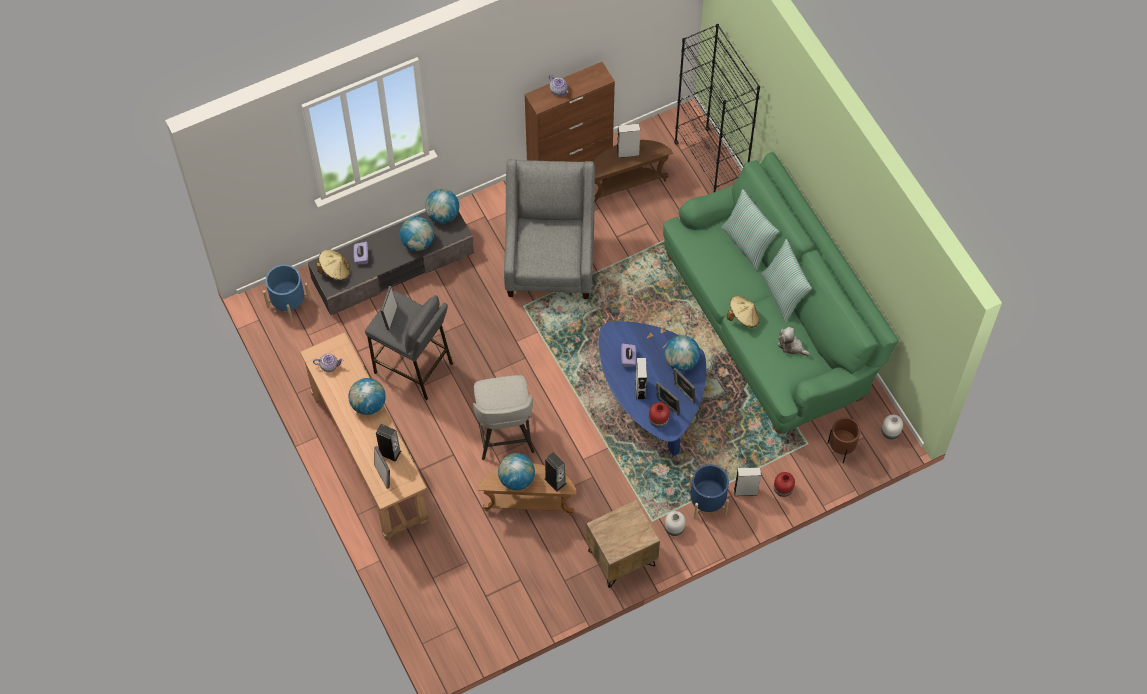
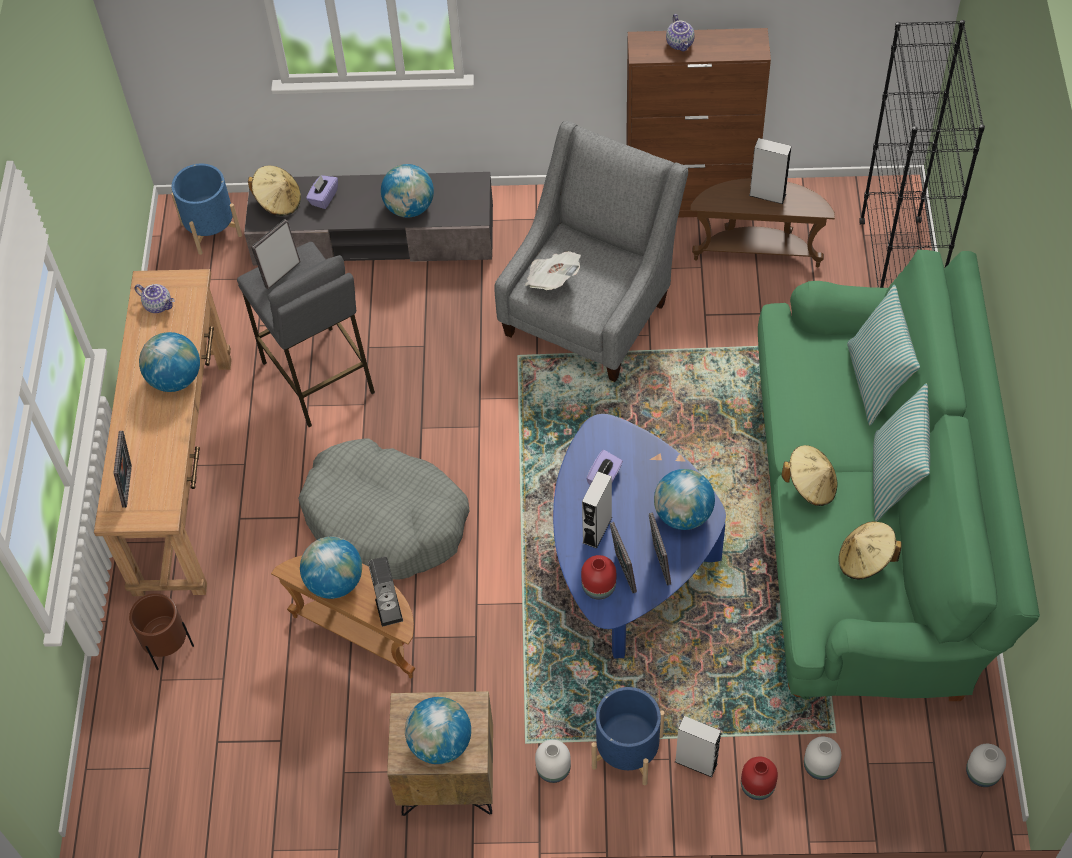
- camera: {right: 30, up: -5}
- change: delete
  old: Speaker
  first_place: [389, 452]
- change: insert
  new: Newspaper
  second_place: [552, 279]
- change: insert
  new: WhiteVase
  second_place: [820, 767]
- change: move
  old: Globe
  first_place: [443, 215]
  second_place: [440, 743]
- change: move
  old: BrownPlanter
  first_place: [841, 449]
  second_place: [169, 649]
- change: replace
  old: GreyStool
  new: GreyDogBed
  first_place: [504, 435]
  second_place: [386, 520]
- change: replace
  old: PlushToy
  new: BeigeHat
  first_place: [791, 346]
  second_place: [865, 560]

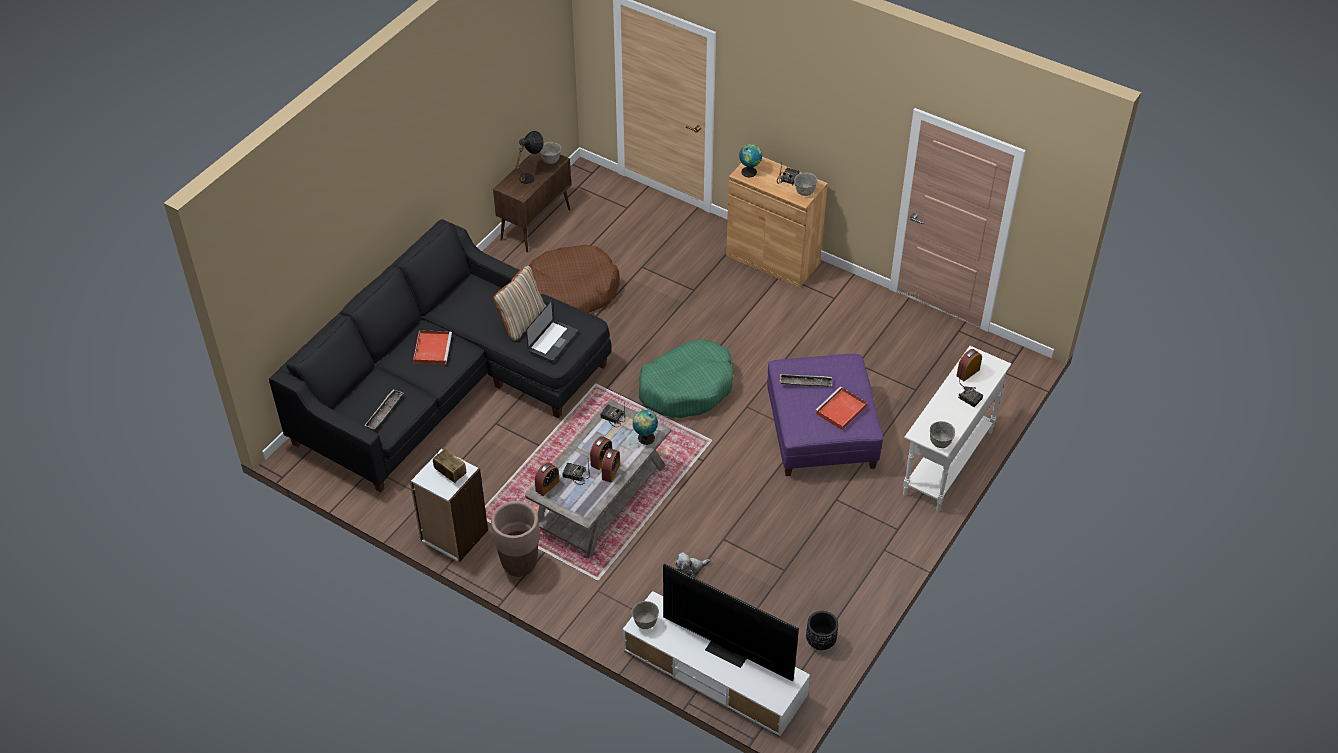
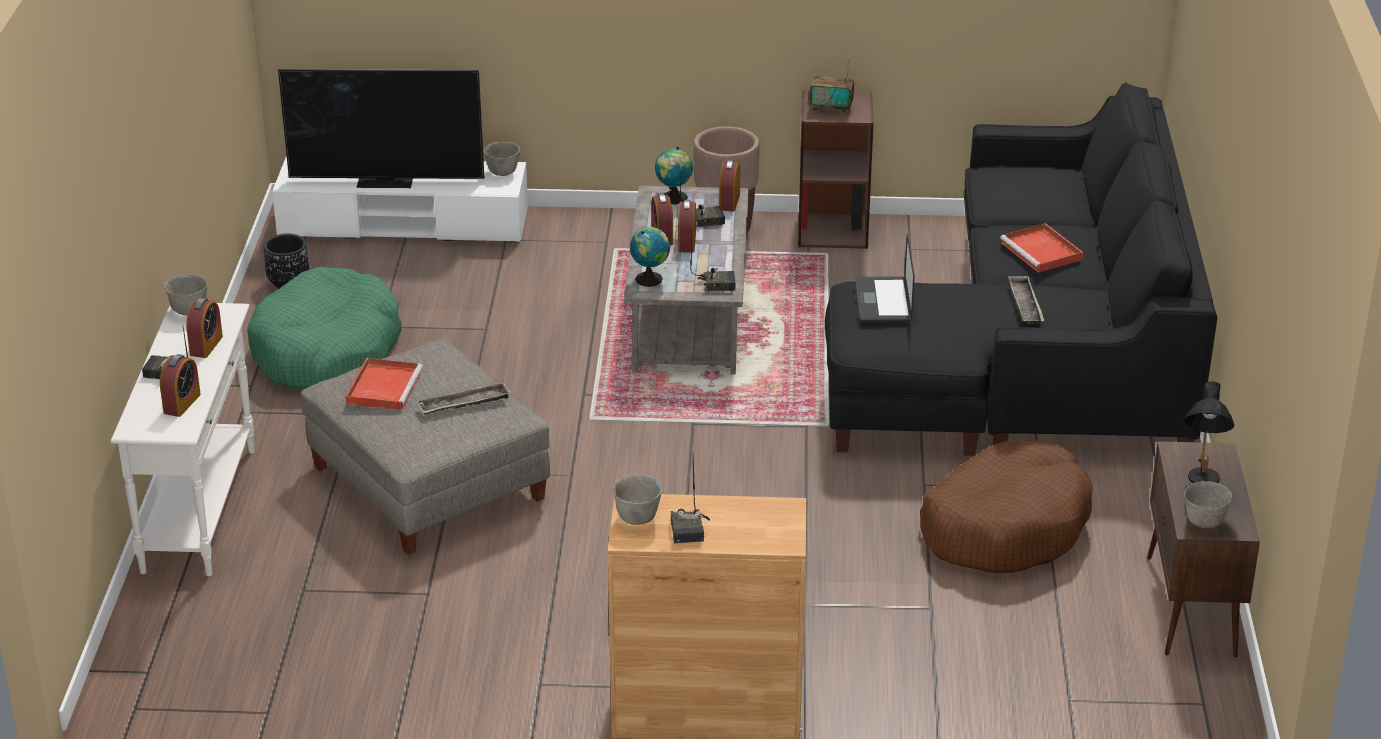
- camera: {right: 150, up: -15}
- change: delete
  old: BeigePillow
  first_place: [522, 321]
- change: delete
  old: PlushToy
  first_place: [690, 569]
- change: insert
  new: AlarmClock
  second_place: [206, 346]
- change: move
  old: Tray
  first_place: [384, 412]
  second_place: [1025, 304]
- change: move
  old: GreenDogBed
  first_place: [687, 387]
  second_place: [326, 351]
- change: move
  old: Globe
  first_place: [750, 171]
  second_place: [674, 199]
- change: recolor
  old: WhiteBookcase
  new: BrownBookcase
  first_place: [453, 536]
  second_place: [833, 230]
- change: recolor
  old: PurpleOttoman
  new: GreyOttoman
  first_place: [821, 433]
  second_place: [427, 481]

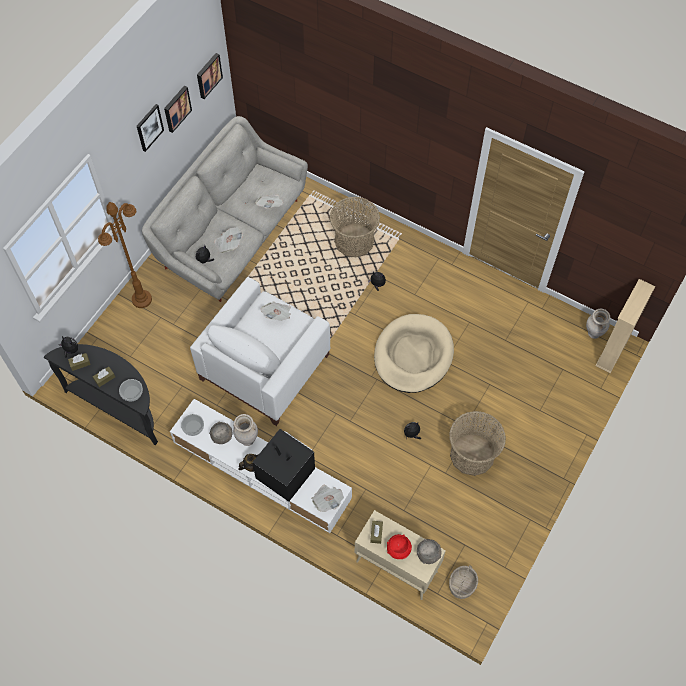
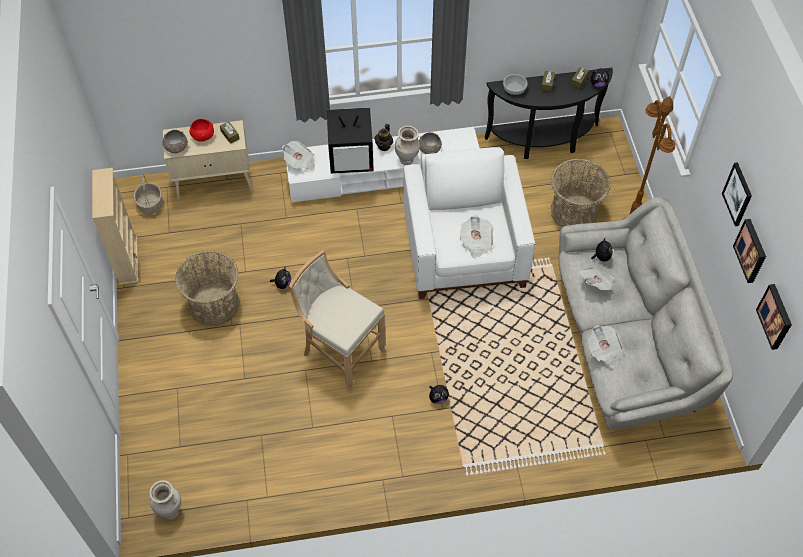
- camera: {right: 140, up: -5}
- change: delete
  old: Bowl
  first_place: [193, 427]
- change: move
  old: Basket
  first_place: [354, 240]
  second_place: [574, 212]
- change: move
  old: BeigeBookcase
  first_place: [613, 351]
  second_place: [128, 260]
- change: replace
  old: BeigeDogBed
  new: BeigeStool
  first_place: [413, 355]
  second_place: [340, 353]

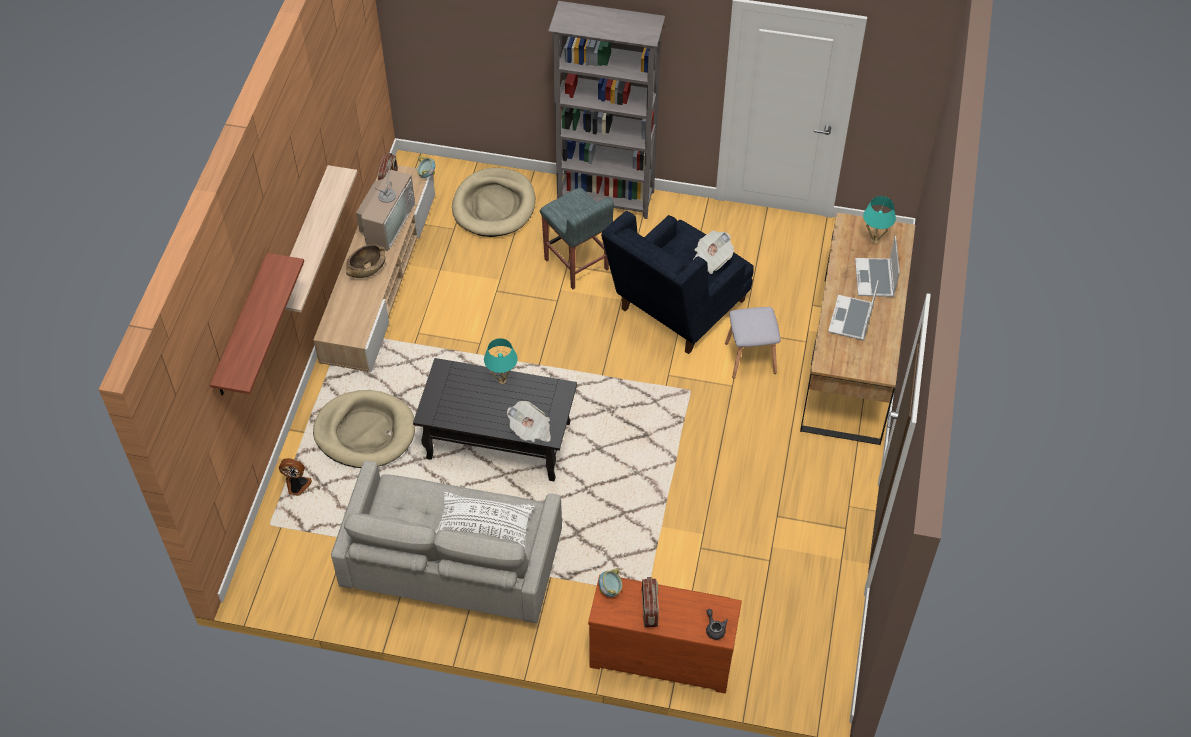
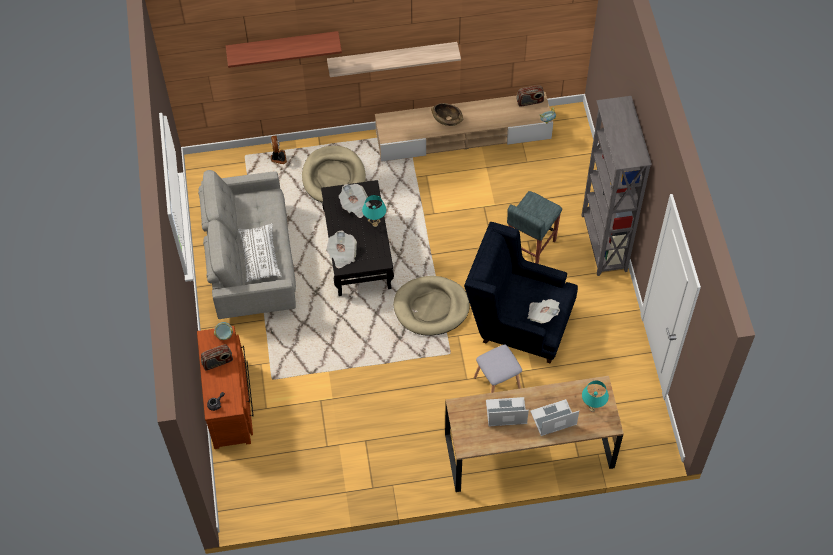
- camera: {right: 70, up: 5}
- change: delete
  old: Television
  first_place: [386, 222]
- change: insert
  new: Newspaper
  second_place: [355, 205]
- change: move
  old: BeigeDogBed
  first_place: [494, 206]
  second_place: [431, 307]

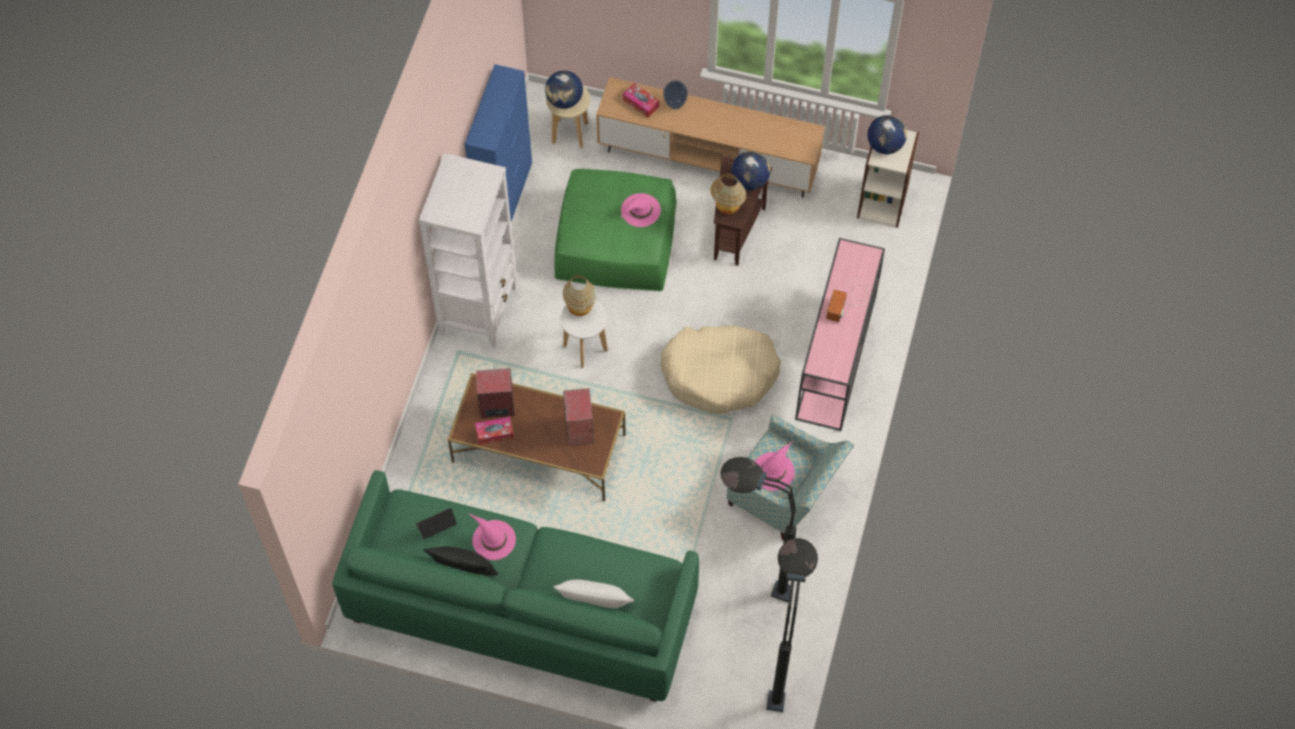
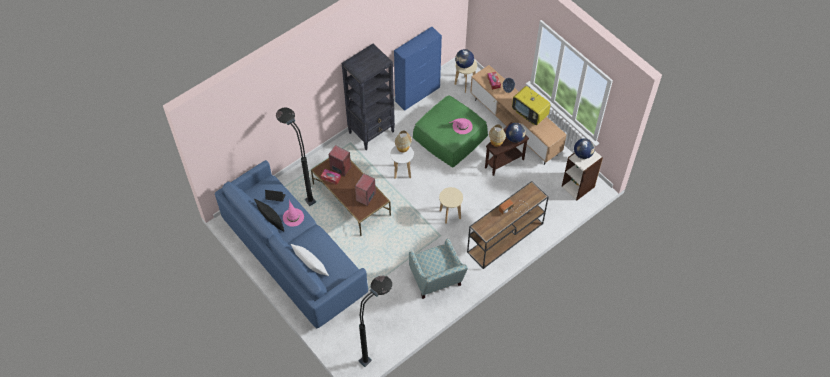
- camera: {right: 35, up: -5}
- change: delete
  old: PinkHat
  first_place: [773, 470]
- change: insert
  new: Television
  second_place: [530, 114]
- change: move
  old: BlackFloorLamp
  first_place: [746, 579]
  second_place: [301, 188]
- change: replace
  old: BeigeDogBed
  new: BeigeStool
  first_place: [720, 374]
  second_place: [450, 214]
- change: recolor
  old: GreenSofa
  new: BlueSofa
  first_place: [521, 607]
  second_place: [293, 257]
- change: recolor
  old: WhiteBookcase
  new: BlackBookcase
  first_place: [479, 310]
  second_place: [372, 132]
- change: recolor
  old: PinkConsoleTable
  new: BrownConsoleTable
  first_place: [836, 359]
  second_place: [504, 238]

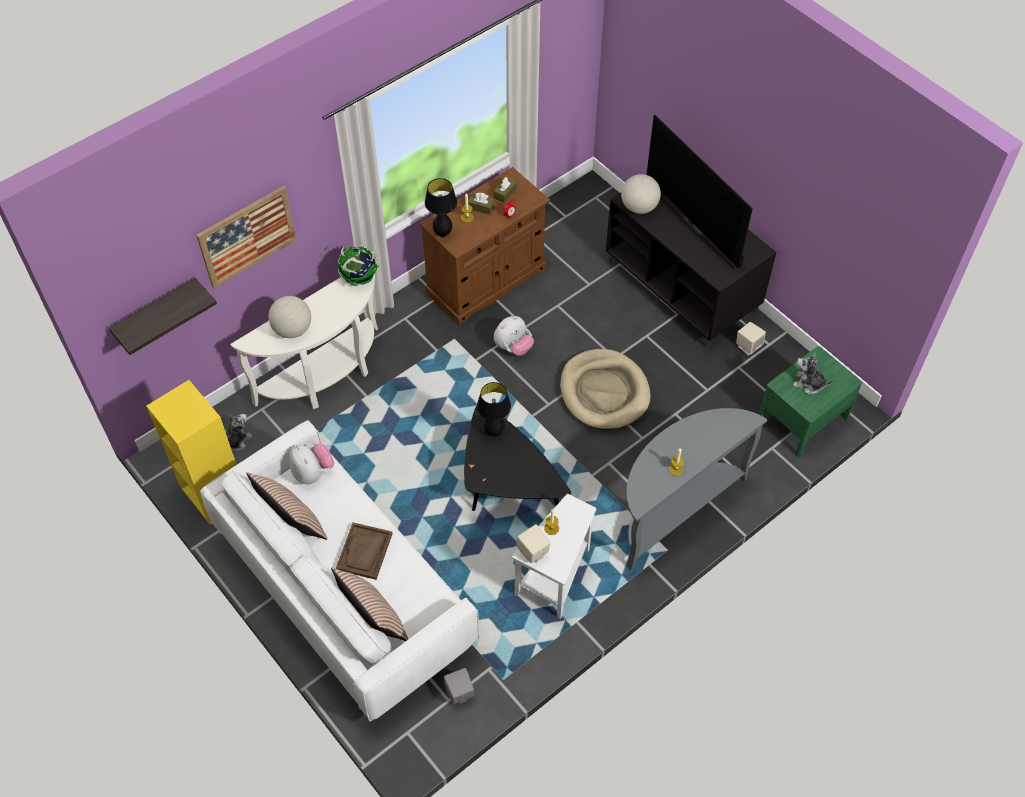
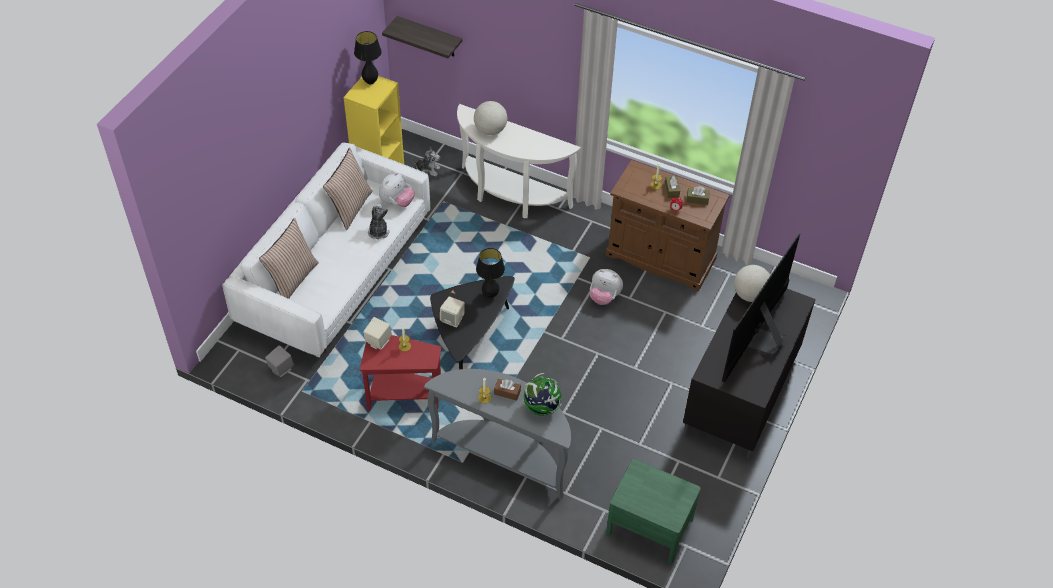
- camera: {right: 65, up: -5}
- change: delete
  old: Picture
  first_place: [247, 236]
- change: delete
  old: BrownTray
  first_place: [364, 552]
- change: delete
  old: BeigeDogBed
  first_place: [604, 392]
- change: insert
  new: BrownTissueBox
  second_place: [507, 392]
- change: move
  old: Globe
  first_place: [359, 278]
  second_place: [542, 407]
- change: move
  old: BlackTableLamp
  first_place: [443, 233]
  second_place: [370, 82]
- change: move
  old: BeigeSpeaker
  first_place: [748, 346]
  second_place: [452, 319]
- change: move
  old: PlushToy
  first_place: [808, 383]
  second_place: [378, 232]
- change: recolor
  old: WhiteSideTable
  new: RedSideTable
  first_place: [555, 578]
  second_place: [401, 395]

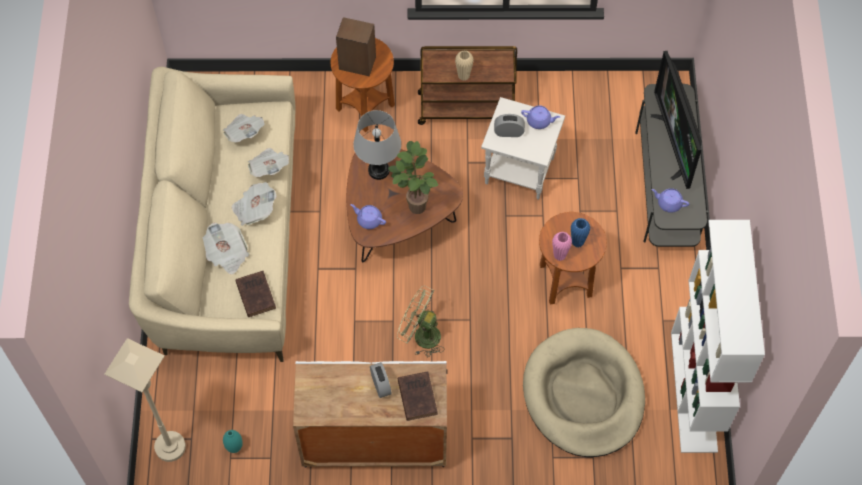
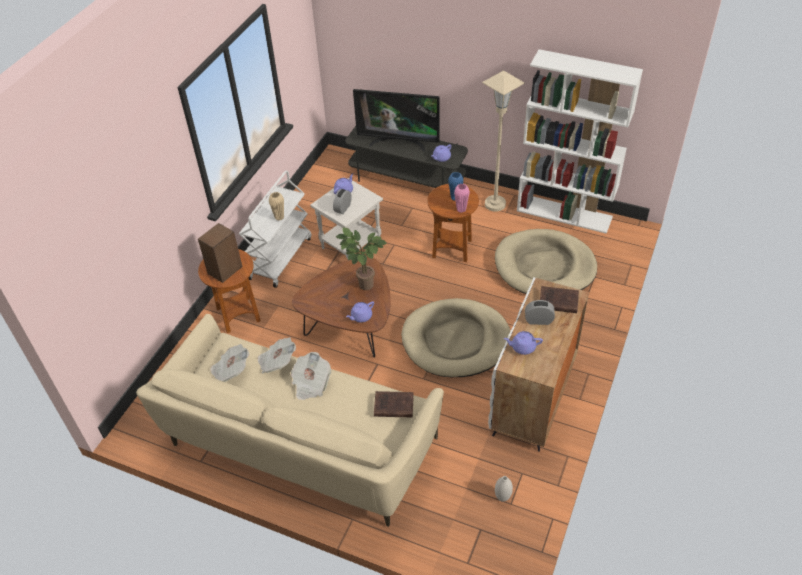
- camera: {right: -65, up: -15}
- change: delete
  old: Newspaper
  first_place: [226, 254]
- change: delete
  old: GreyTableLamp
  first_place: [378, 170]
- change: insert
  new: PurpleTeapot
  second_place: [522, 347]
- change: move
  old: BeigeFloorLamp
  first_place: [170, 447]
  second_place: [495, 204]
- change: replace
  old: GreenFan
  new: BeigeDogBed
  first_place: [421, 335]
  second_place: [456, 341]
- change: recolor
  old: TurquoiseVase
  new: WhiteVase
  first_place: [234, 448]
  second_place: [502, 497]
- change: recolor
  old: BrownCart
  new: WhiteCart
  first_place: [466, 108]
  second_place: [280, 257]

